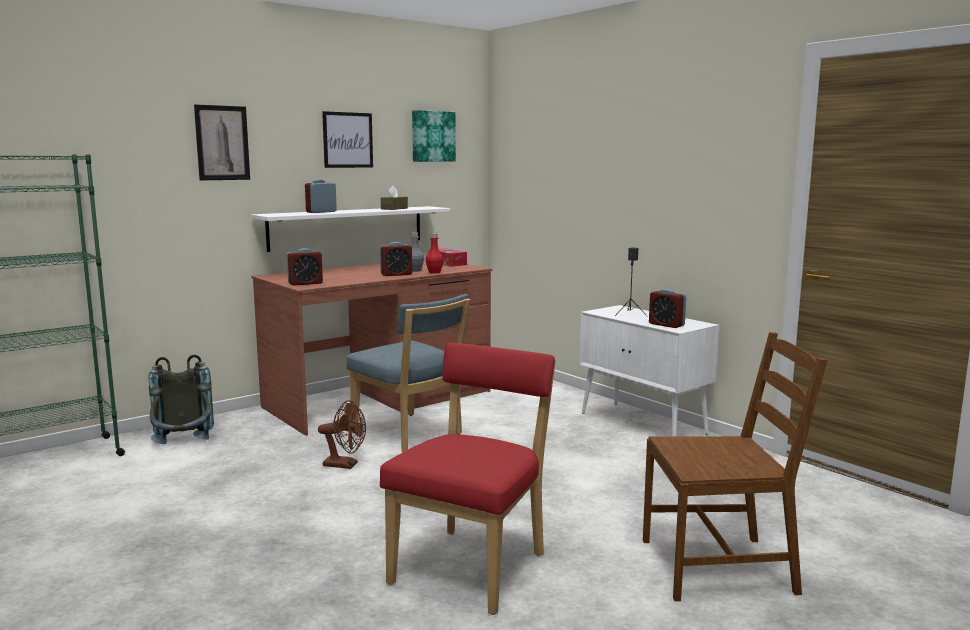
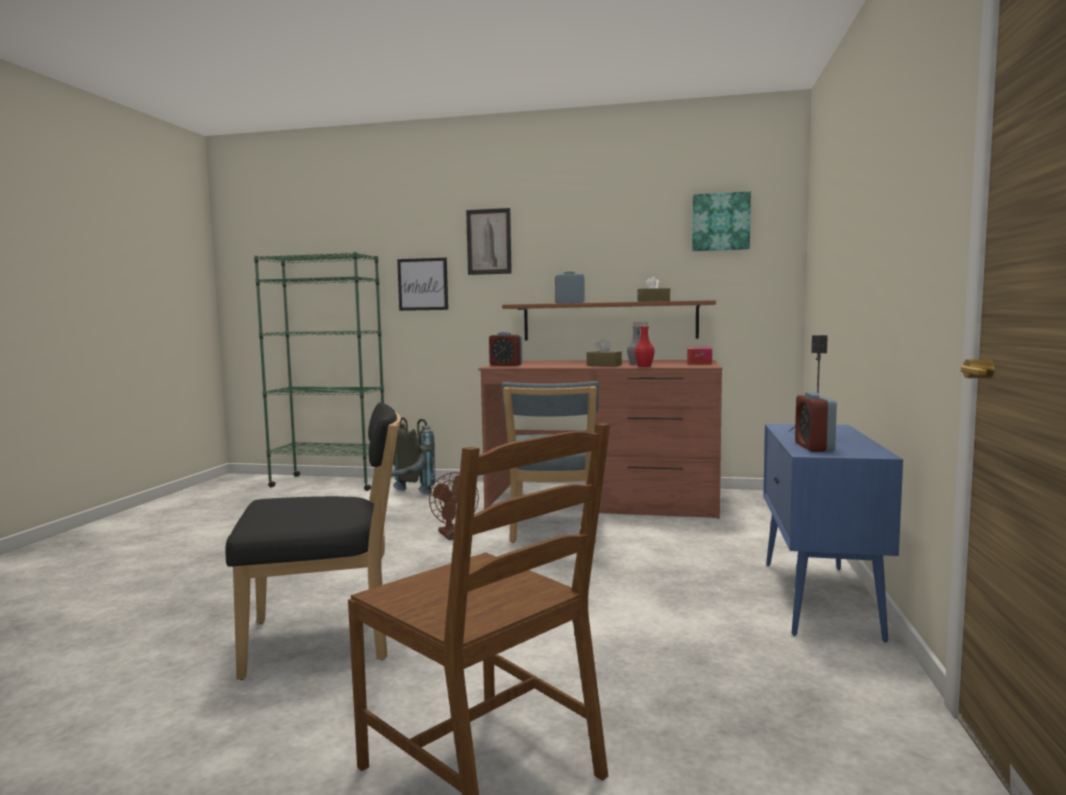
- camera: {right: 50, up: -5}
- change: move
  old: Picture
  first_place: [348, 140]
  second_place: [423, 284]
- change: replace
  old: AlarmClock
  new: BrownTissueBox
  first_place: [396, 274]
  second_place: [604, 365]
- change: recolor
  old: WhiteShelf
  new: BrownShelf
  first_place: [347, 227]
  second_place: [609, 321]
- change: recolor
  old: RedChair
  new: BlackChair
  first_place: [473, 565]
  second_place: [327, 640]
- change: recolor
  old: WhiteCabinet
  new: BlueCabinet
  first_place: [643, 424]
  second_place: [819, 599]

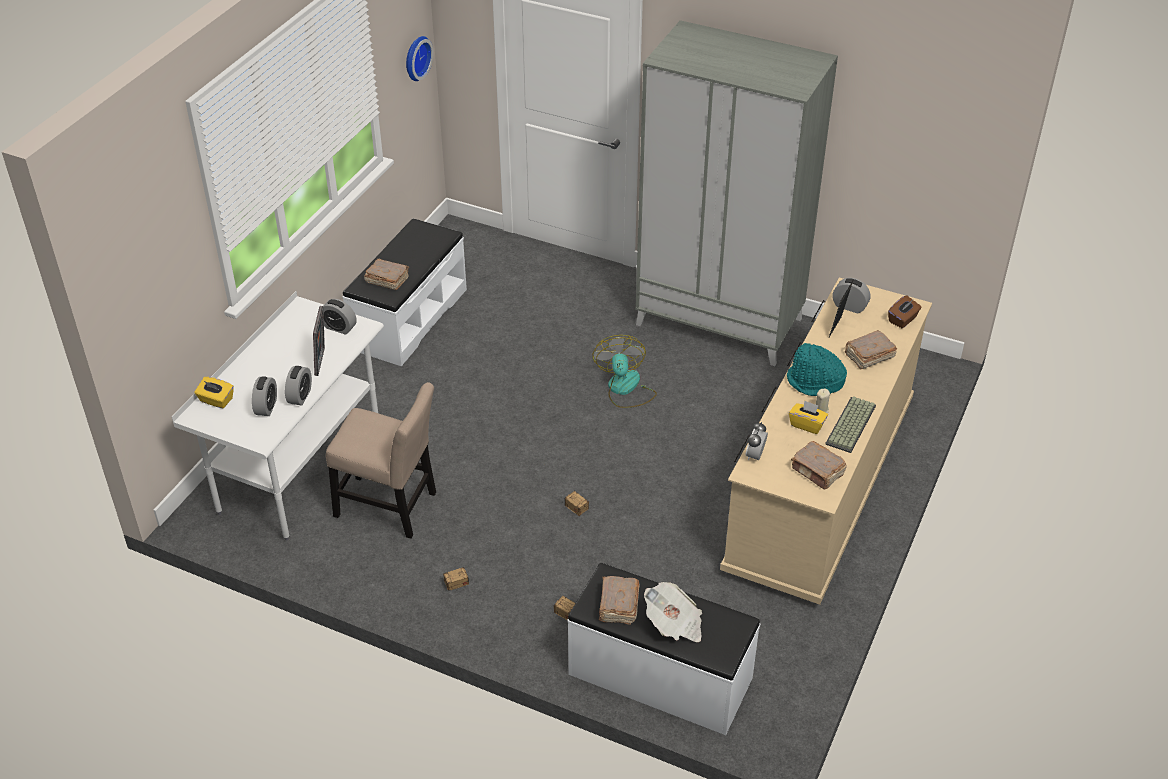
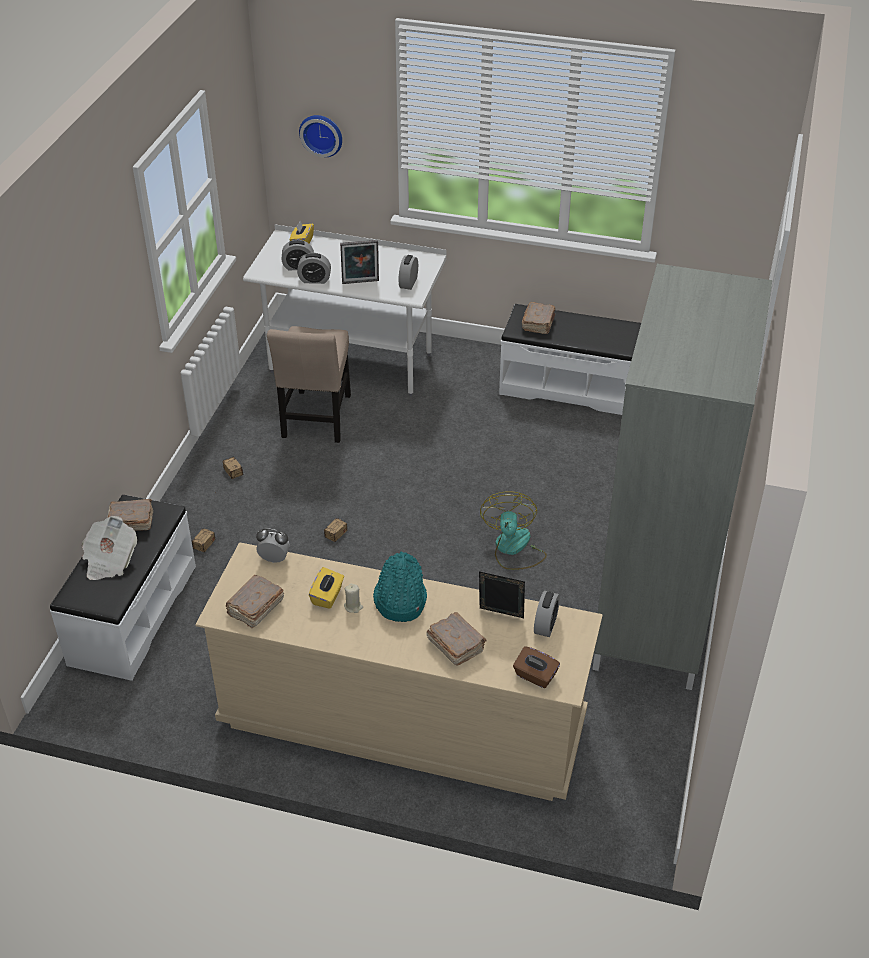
- camera: {right: 80, up: 0}
- change: delete
  old: Keyboard
  first_place: [851, 426]
- change: move
  old: WallClock
  first_place: [415, 57]
  second_place: [322, 134]
- change: rotate
  old: Fan
  first_place: [625, 389]
  second_place: [513, 548]
  degrees: -75

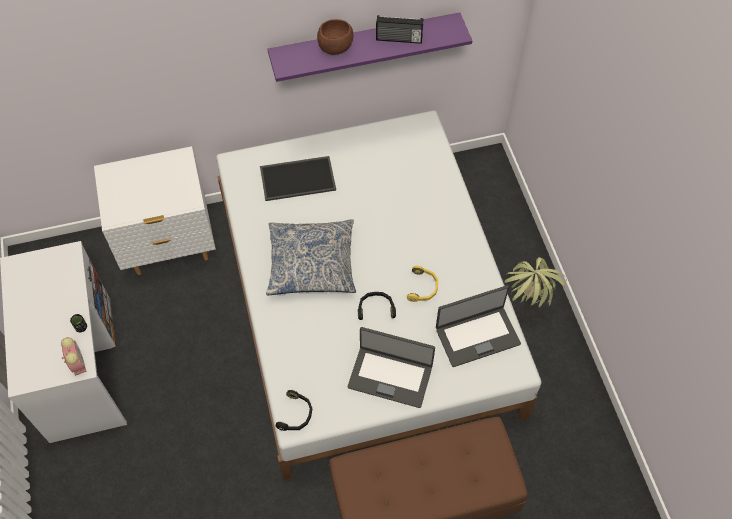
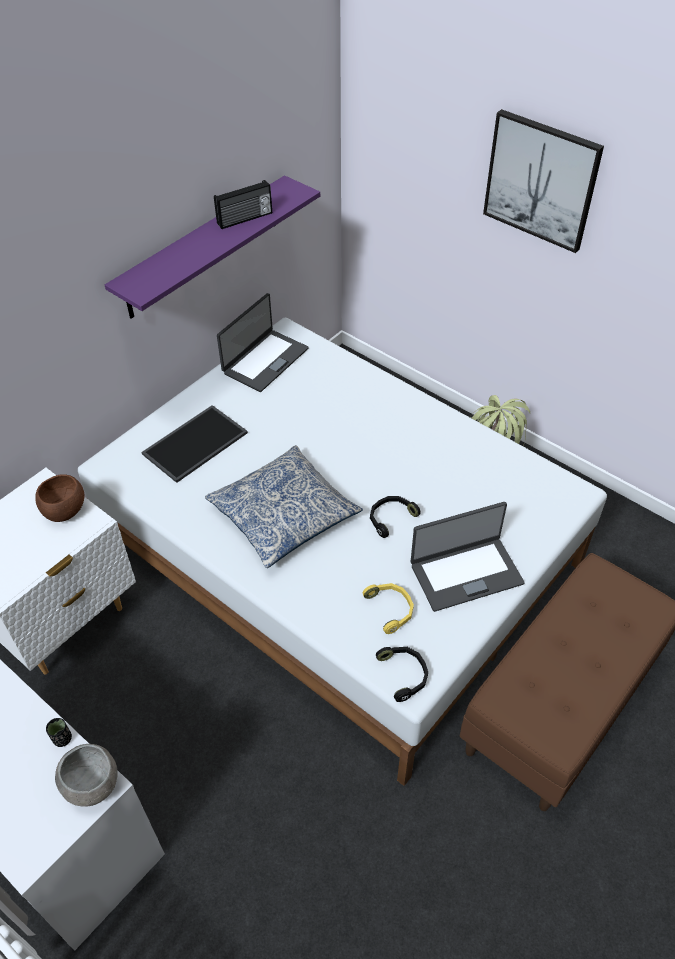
- camera: {right: -35, up: -10}
- change: insert
  new: Picture
  second_place: [541, 180]
- change: move
  old: BrownBowl
  first_place: [334, 48]
  second_place: [64, 511]
- change: move
  old: YellowHeadphones
  first_place: [423, 287]
  second_place: [391, 609]
- change: move
  old: Laptop
  first_place: [477, 335]
  second_place: [264, 360]
- change: replace
  old: AlarmClock
  new: GreyBowl
  first_place: [77, 363]
  second_place: [92, 785]

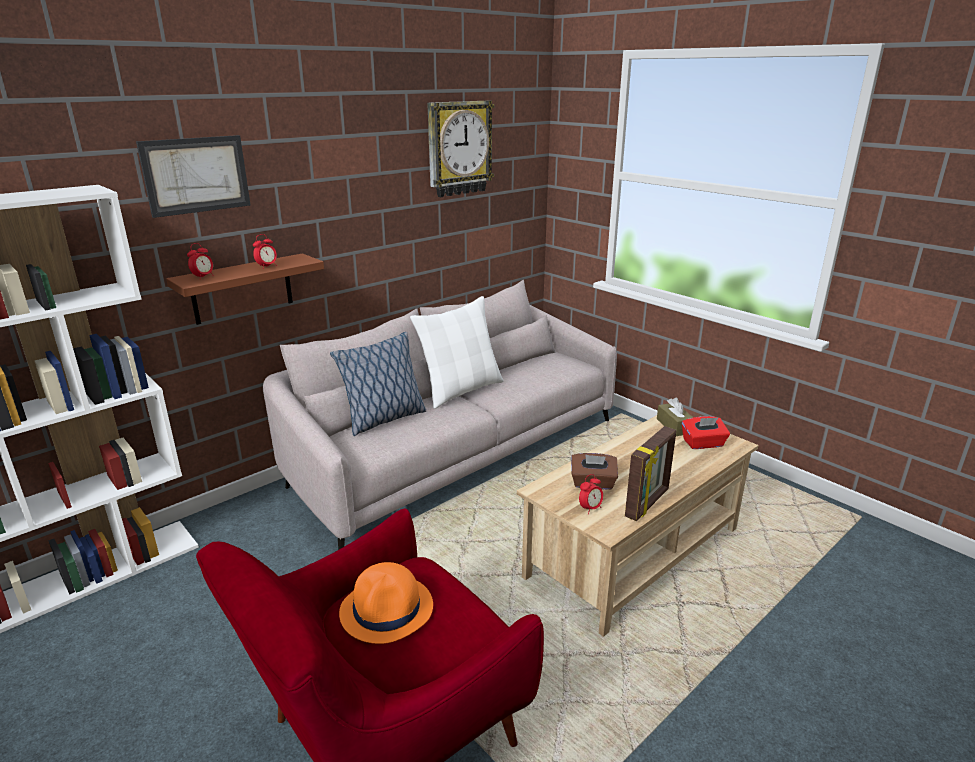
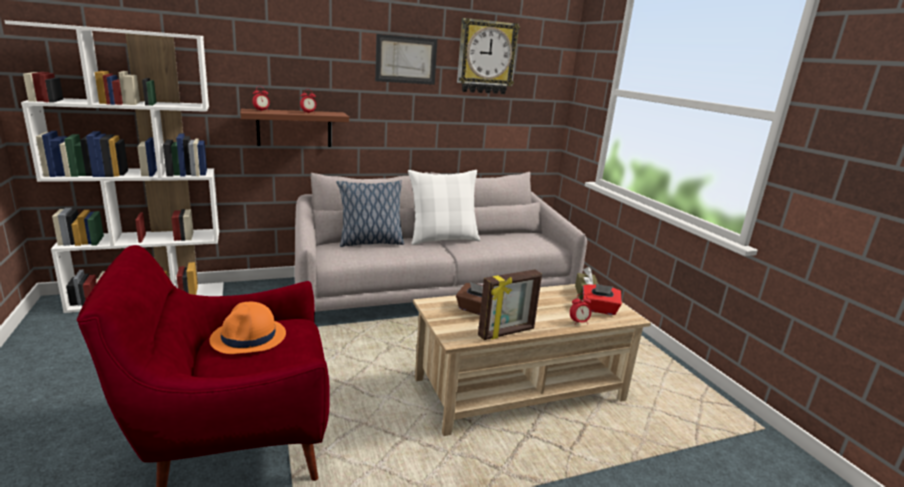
- camera: {right: 20, up: -5}
- change: move
  old: Picture
  first_place: [196, 175]
  second_place: [406, 60]
- change: move
  old: AlarmClock
  first_place: [590, 508]
  second_place: [578, 322]

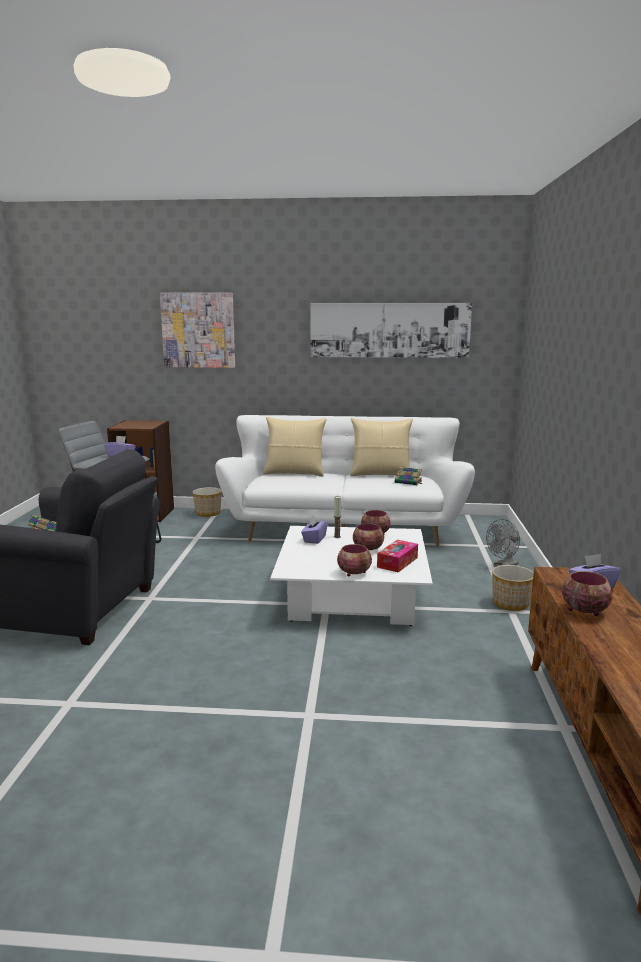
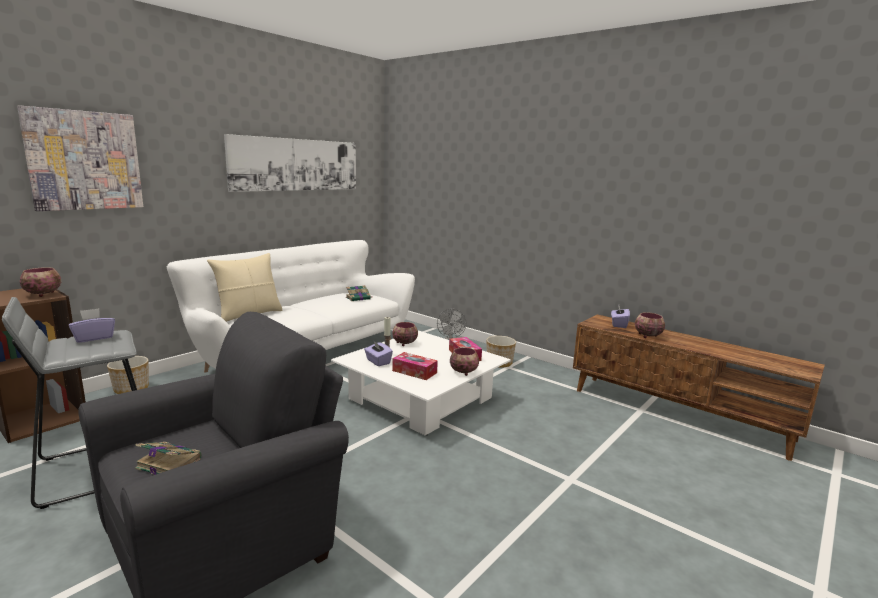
- camera: {right: -55, up: 0}
- change: delete
  old: BeigePillow
  first_place: [380, 474]
- change: insert
  new: TissueBox
  second_place: [414, 372]
- change: move
  old: Bowl
  first_place: [368, 549]
  second_place: [44, 294]

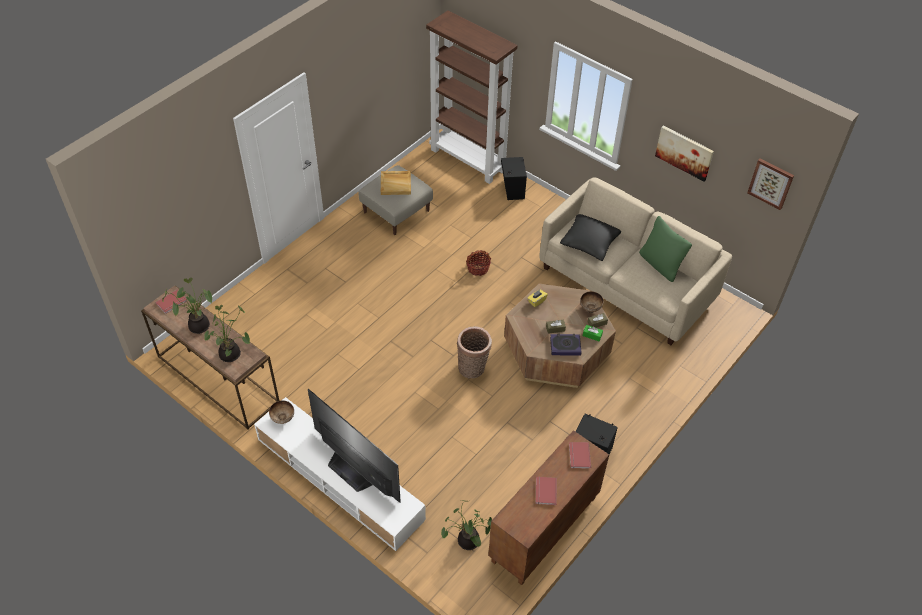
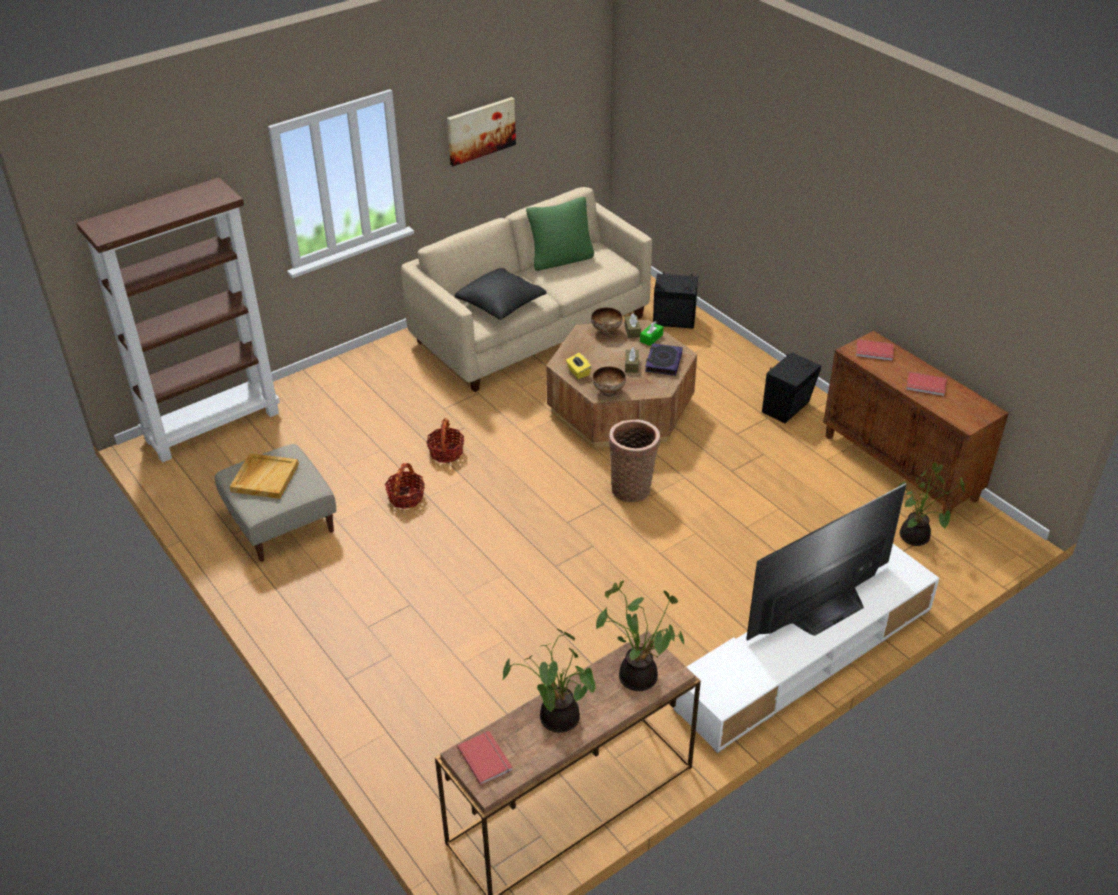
- camera: {right: -75, up: -10}
- change: delete
  old: Picture
  first_place: [771, 183]
- change: insert
  new: Basket
  second_place: [406, 497]
- change: move
  old: Bowl
  first_place: [283, 419]
  second_place: [609, 392]
- change: move
  old: BlackSpeaker
  first_place: [512, 190]
  second_place: [674, 321]

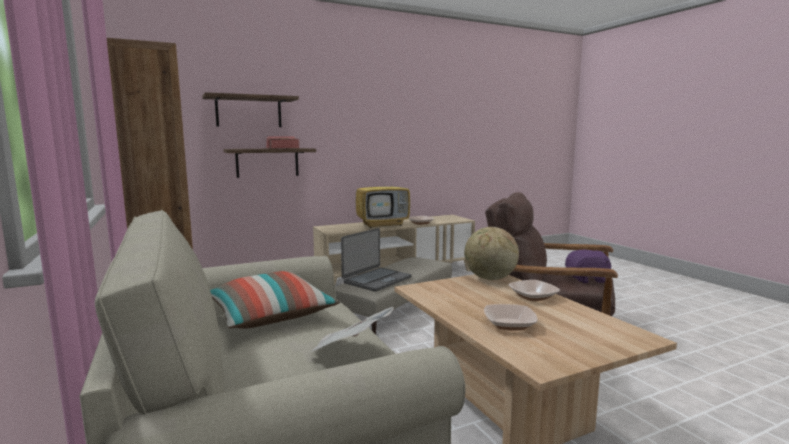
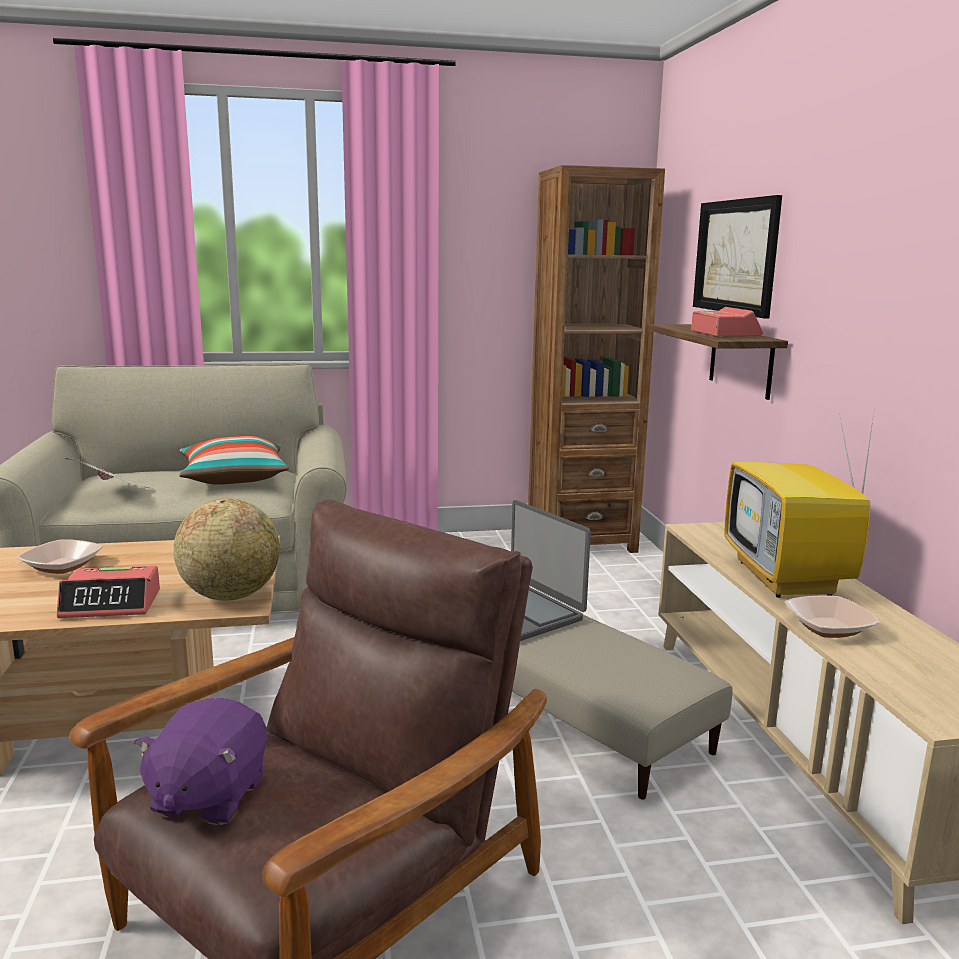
- camera: {right: 105, up: 5}
- change: replace
  old: Shelf
  new: Picture
  first_place: [249, 112]
  second_place: [735, 256]
- change: replace
  old: Bowl
  new: AlarmClock
  first_place: [533, 296]
  second_place: [112, 604]

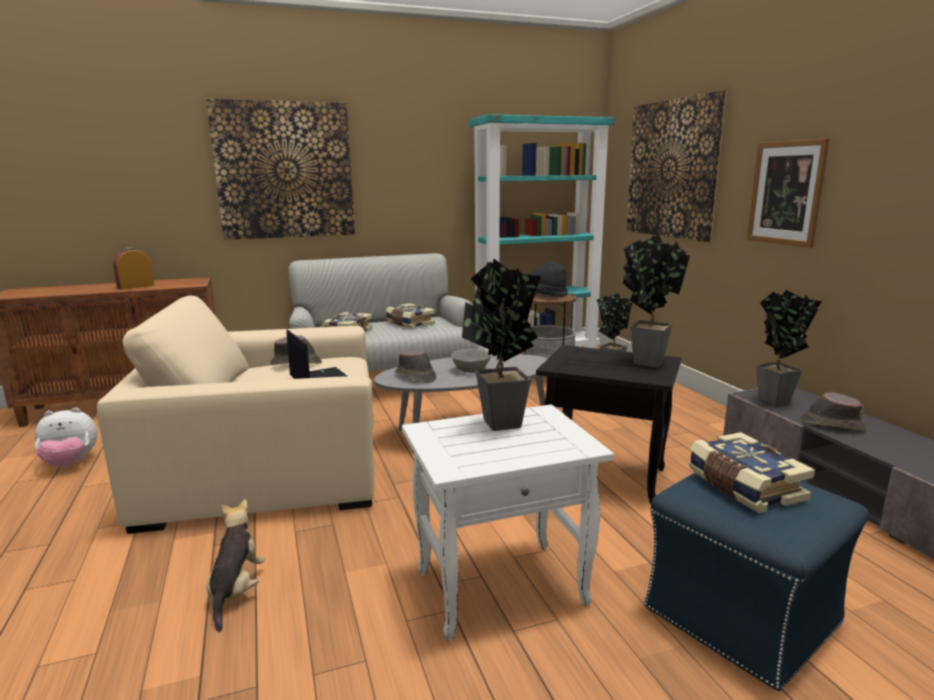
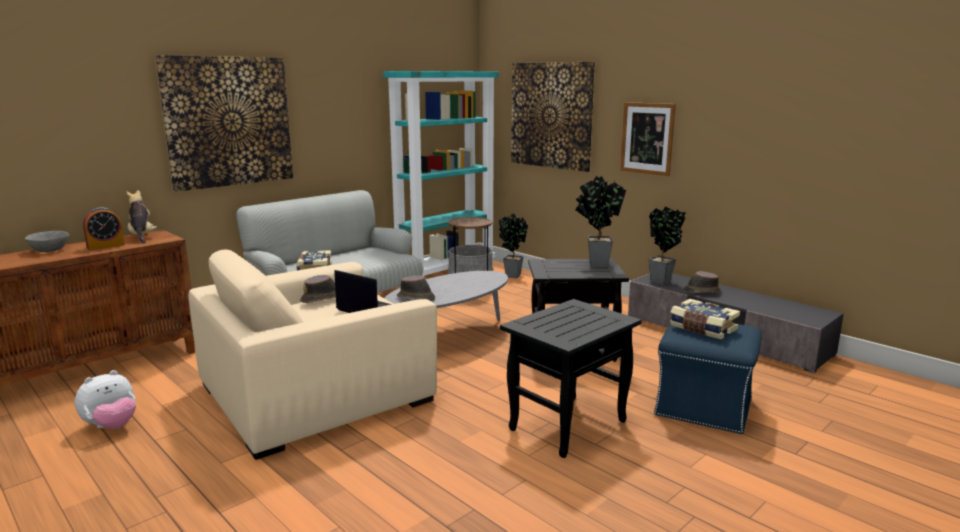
- camera: {right: -25, up: 0}
- change: delete
  old: Book
  first_place: [409, 324]
- change: delete
  old: PottedPlant
  first_place: [500, 426]
- change: delete
  old: BlackHat
  first_place: [545, 295]
- change: move
  old: PlushToy
  first_place: [236, 591]
  second_place: [142, 237]
- change: move
  old: GreyBowl
  first_place: [470, 370]
  second_place: [49, 250]
- change: recolor
  old: WhiteSideTable
  new: BlackSideTable
  first_place: [503, 586]
  second_place: [568, 424]
- change: rotate
  old: AlarmClock
  first_place: [136, 286]
  second_place: [106, 246]
  degrees: -150

